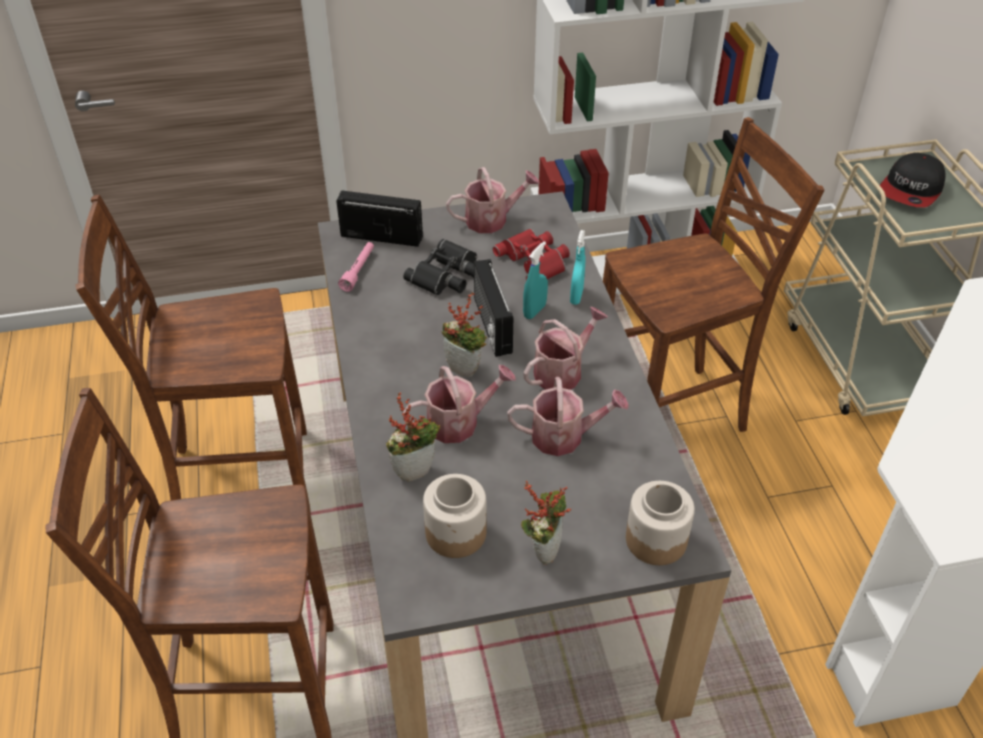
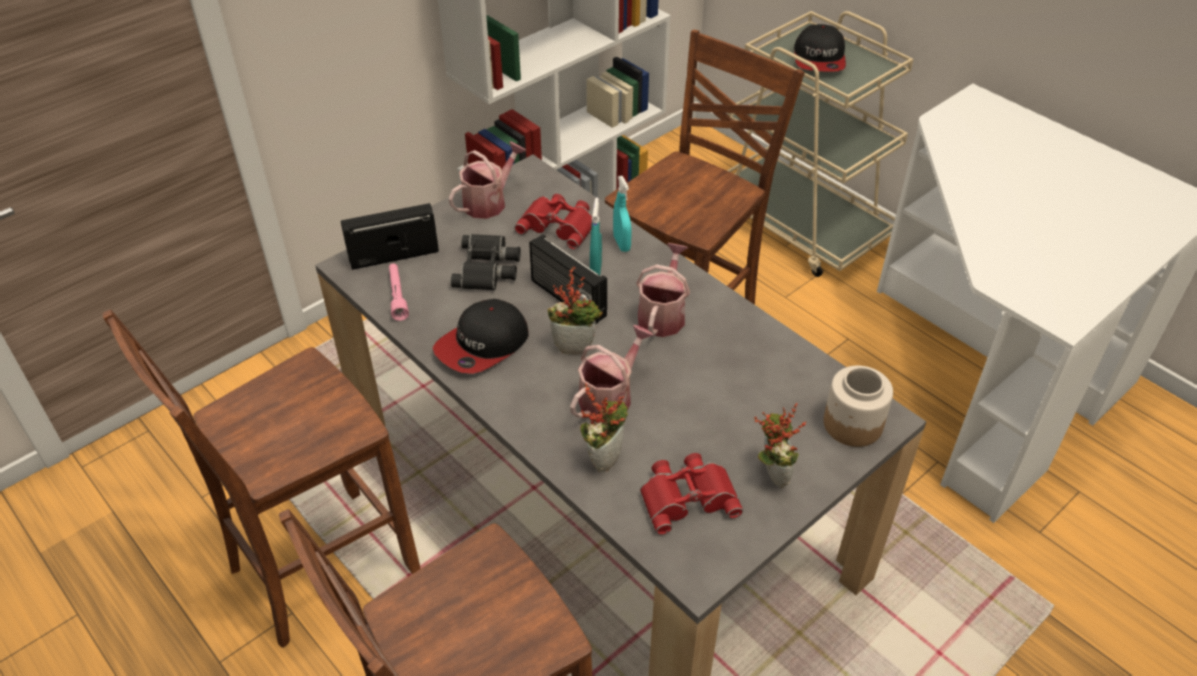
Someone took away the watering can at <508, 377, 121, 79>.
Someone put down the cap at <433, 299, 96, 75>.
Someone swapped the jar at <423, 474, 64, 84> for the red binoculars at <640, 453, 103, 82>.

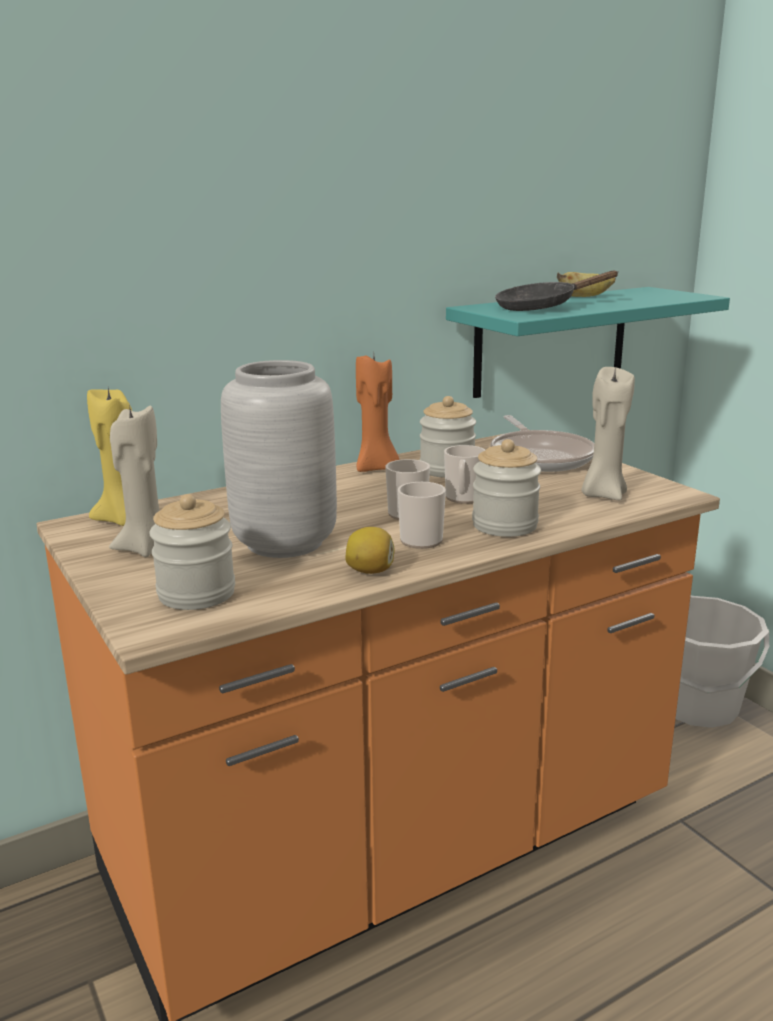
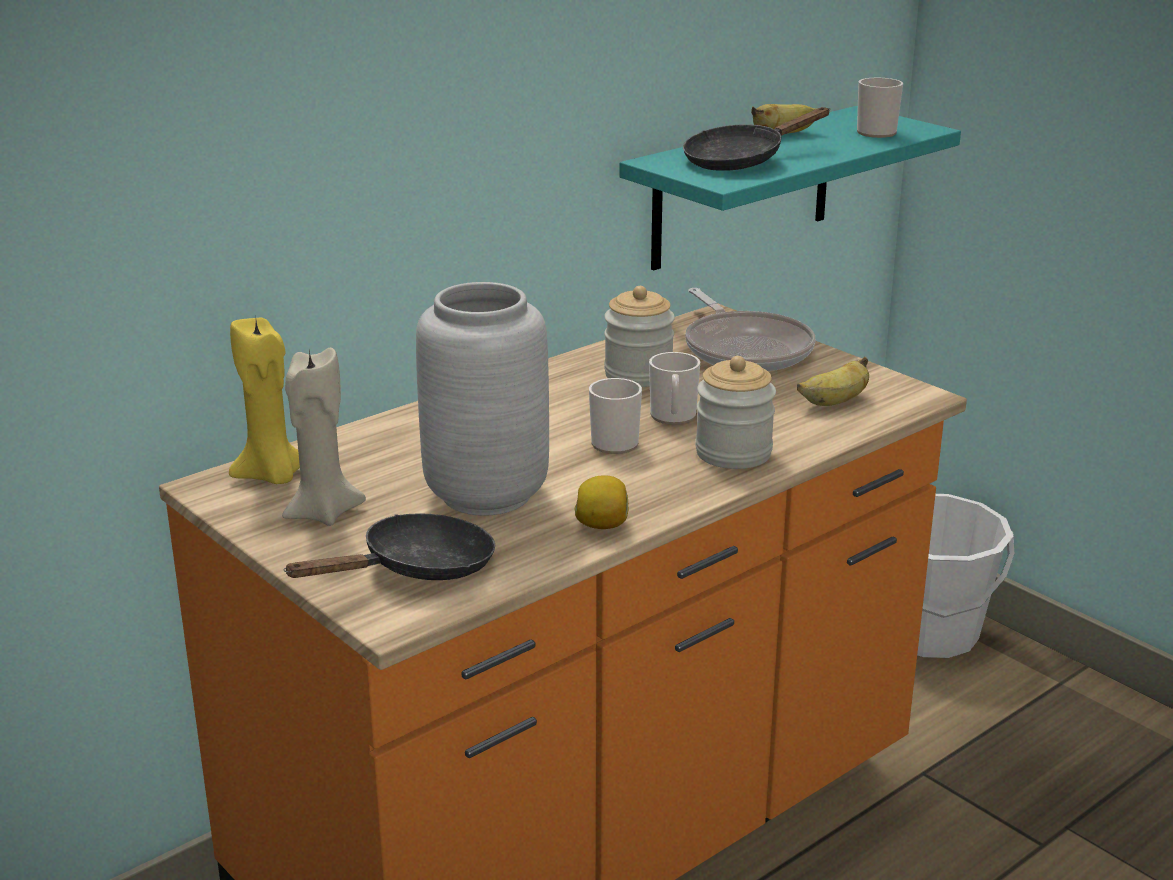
Someone took away the orange candle at <356, 355, 44, 117>.
Someone carried the mug from <398, 482, 48, 67> to <857, 78, 46, 60>.
Someone swapped the jar at <149, 494, 86, 116> for the black frying pan at <284, 513, 211, 67>.
Someone swapped the beige candle at <581, 367, 54, 133> for the banana at <797, 357, 72, 49>.

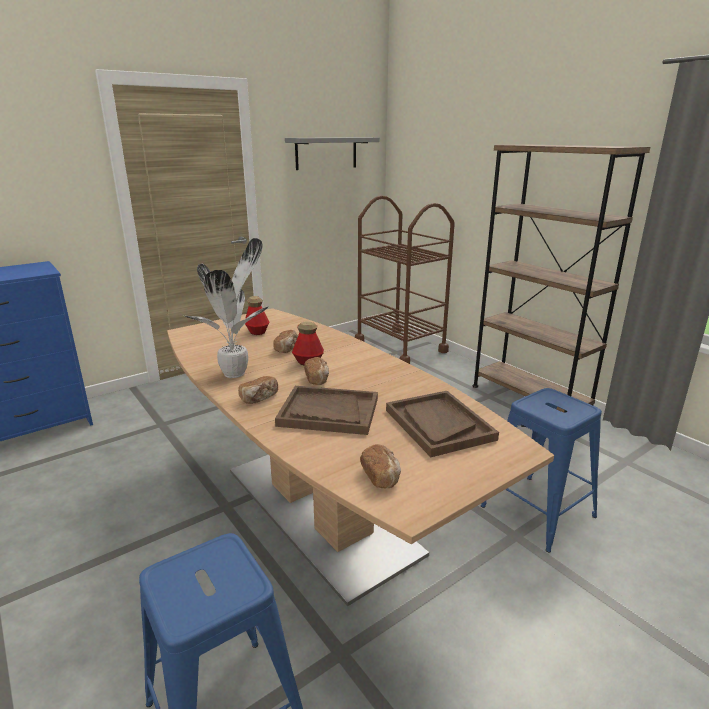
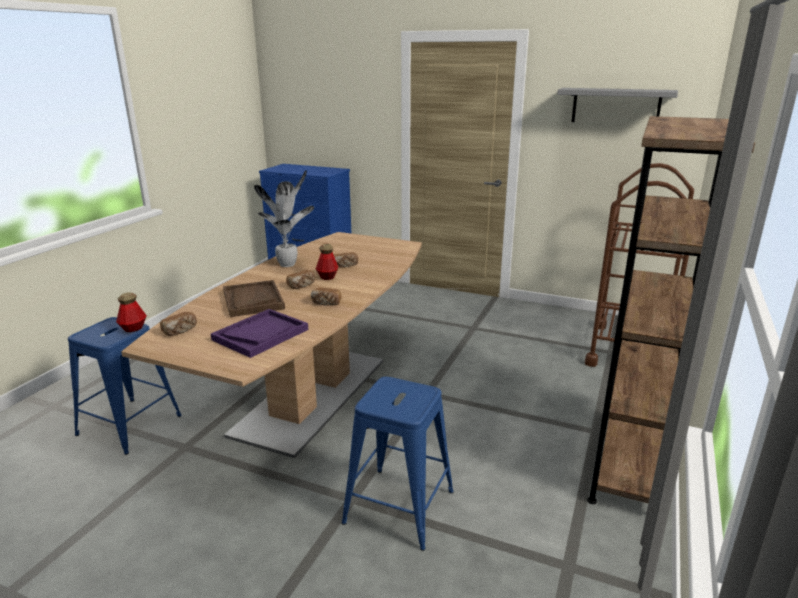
Someone carried the bread from <238, 376, 40, 28> to <311, 288, 31, 18>.
Someone carried the bottle from <245, 296, 24, 39> to <116, 292, 31, 40>.
Someone repainted the brown tray at <386, 391, 113, 66>, which became the purple tray at <211, 309, 97, 49>.

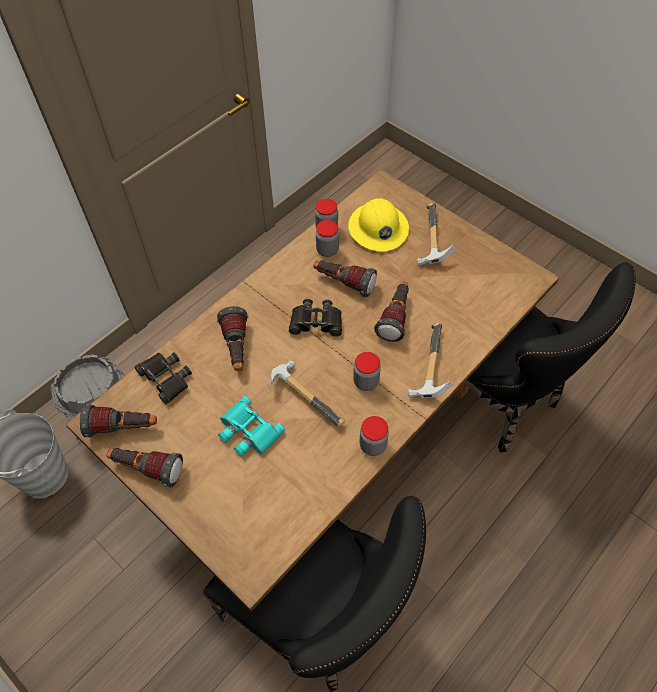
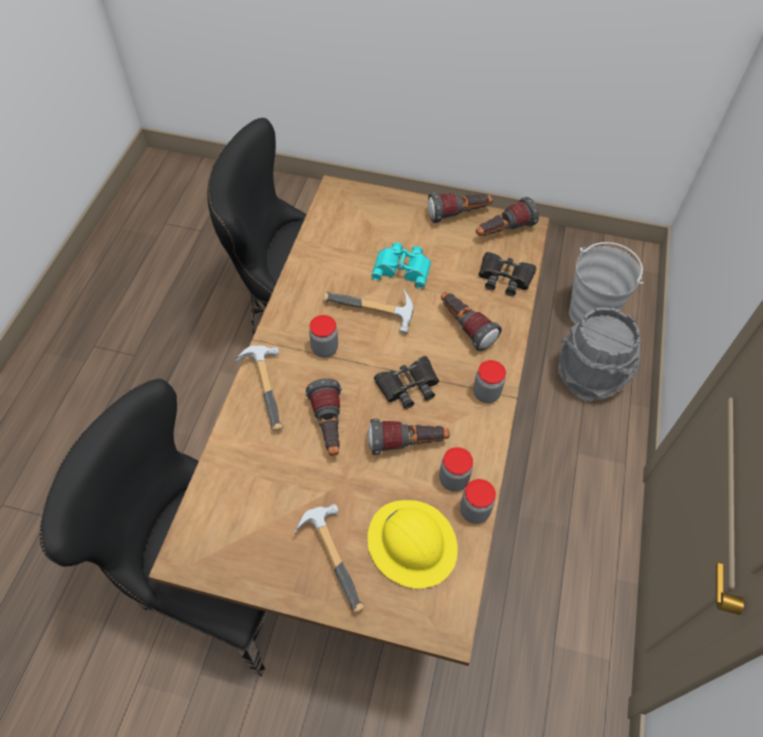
Someone carried the jar from <359, 416, 30, 40> to <473, 360, 33, 43>.

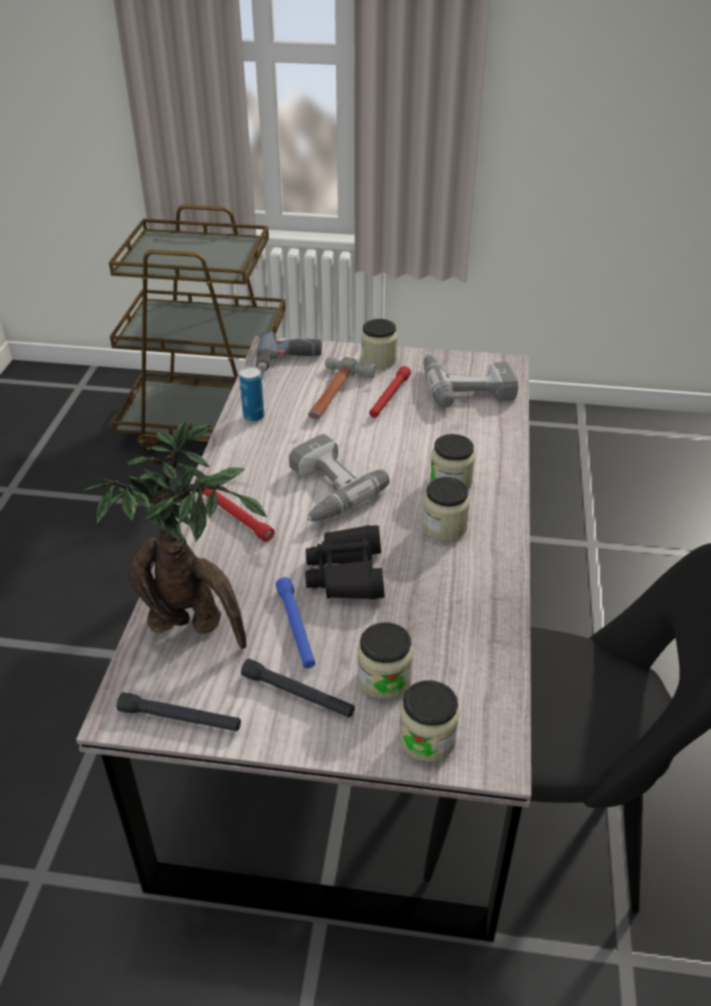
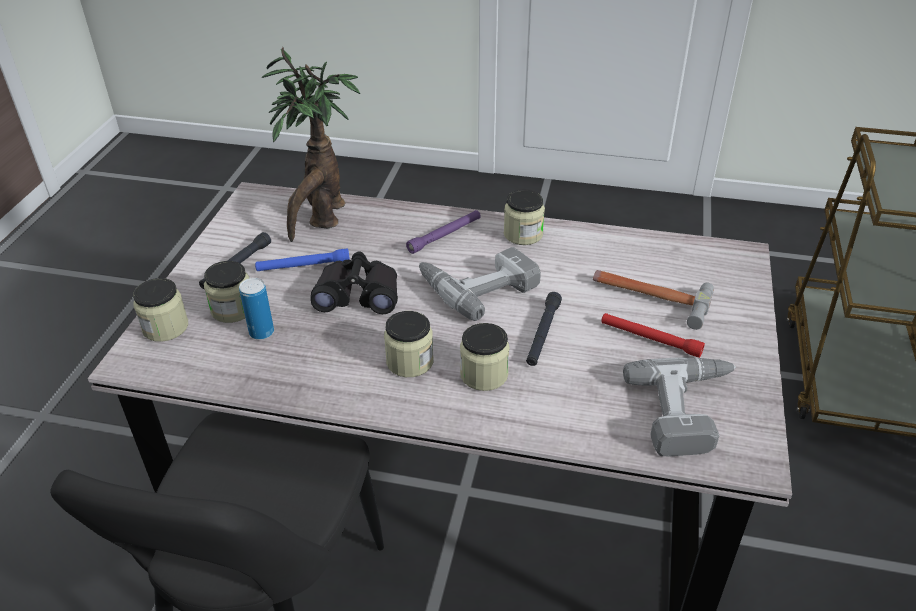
Someone took away the power drill at <256, 331, 66, 40>.
Someone carried the black flashlight from <117, 692, 124, 39> to <526, 292, 36, 74>.
Someone carried the can from <239, 366, 25, 56> to <239, 278, 35, 62>.
Someone carried the jar from <361, 319, 36, 50> to <504, 189, 41, 56>.
Someone repainted the red flashlight at <202, 489, 73, 53>, which became the purple flashlight at <406, 210, 75, 44>.

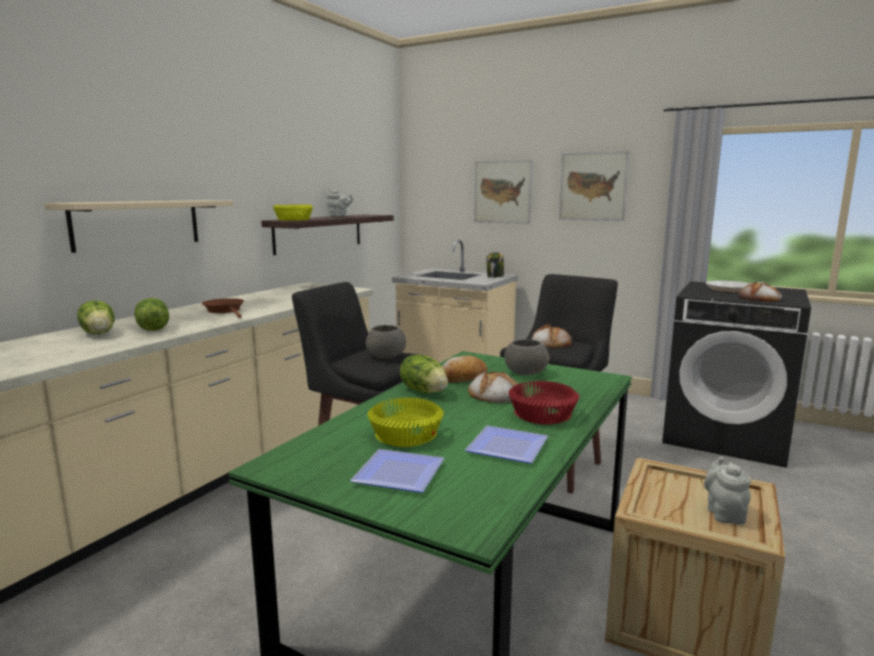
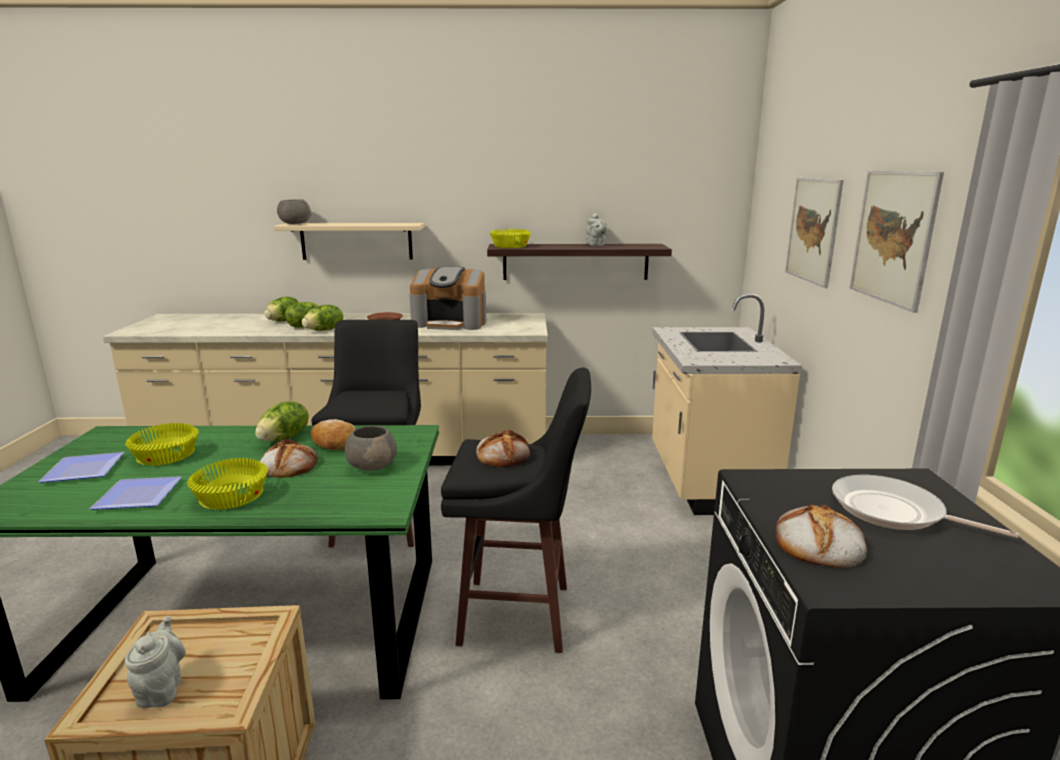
Someone took away the jar at <486, 252, 18, 26>.
Someone put down the lettuce at <302, 305, 41, 26>.
Someone put down the coffee machine at <409, 266, 77, 64>.
Someone carried the grey bowl from <366, 325, 40, 34> to <277, 199, 34, 25>.
Someone repainted the red bowl at <509, 381, 70, 43>, which became the yellow bowl at <187, 458, 81, 51>.
Someone rotated the grey teapot at <704, 456, 47, 68> by 75 degrees counterclockwise.

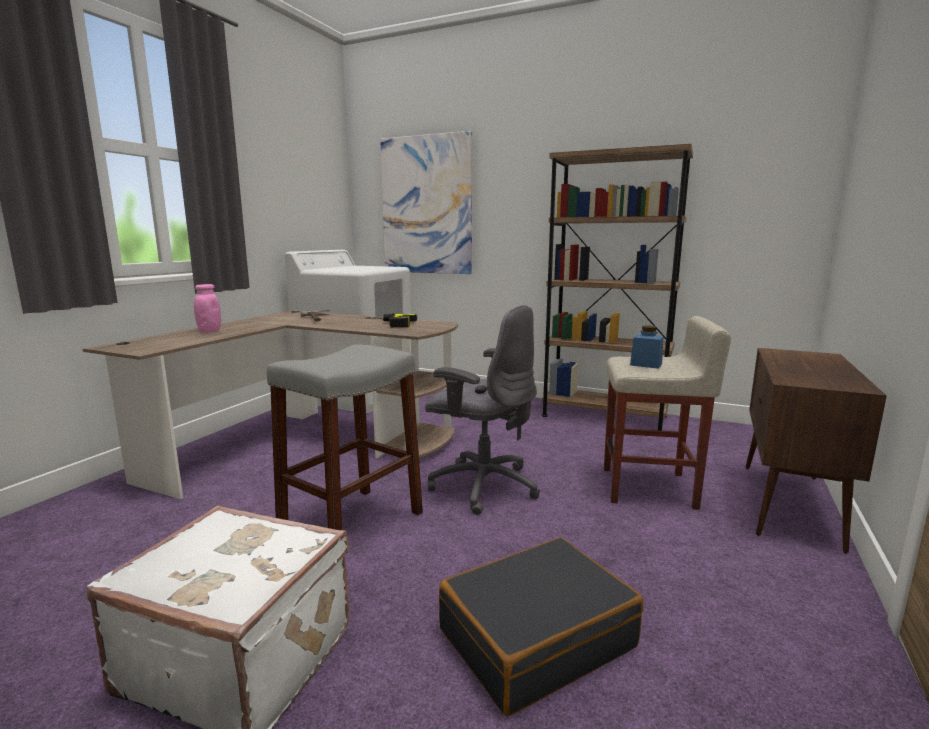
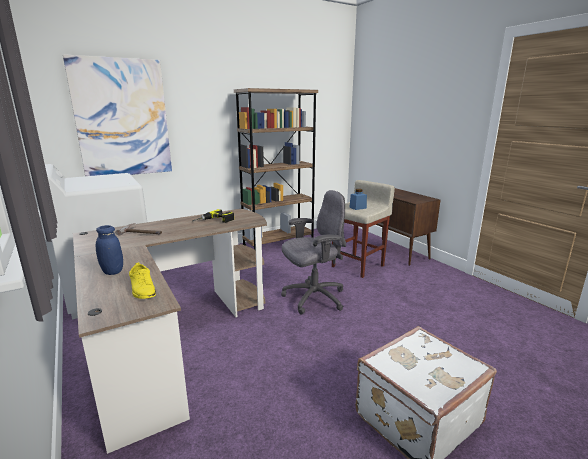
Someone took away the grey stool at <267, 344, 156, 186>.
Someone took away the black suitcase at <439, 537, 204, 179>.
Someone put down the yellow shoe at <129, 263, 27, 36>.
Someone repainted the pink jar at <194, 284, 27, 49>, which became the blue jar at <96, 225, 27, 50>.

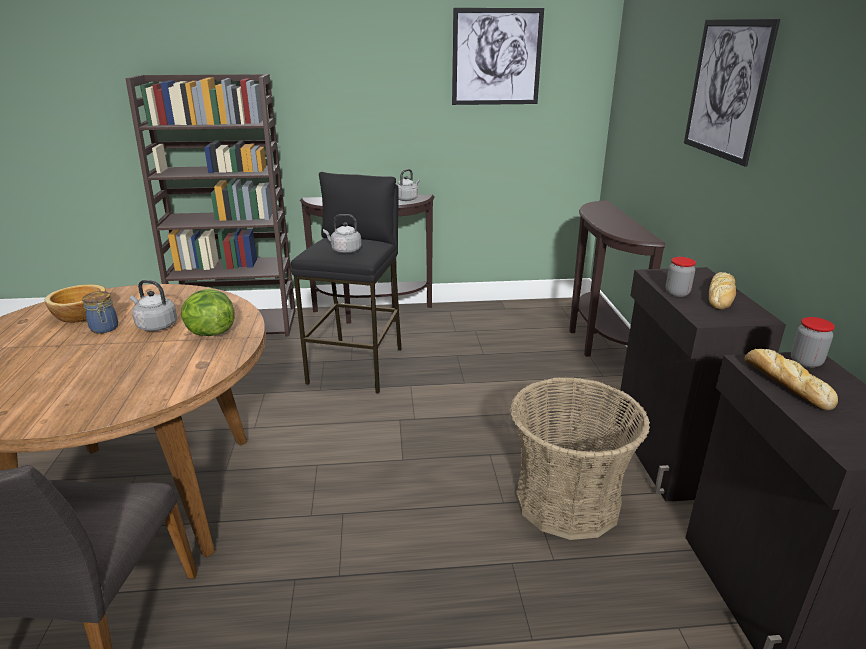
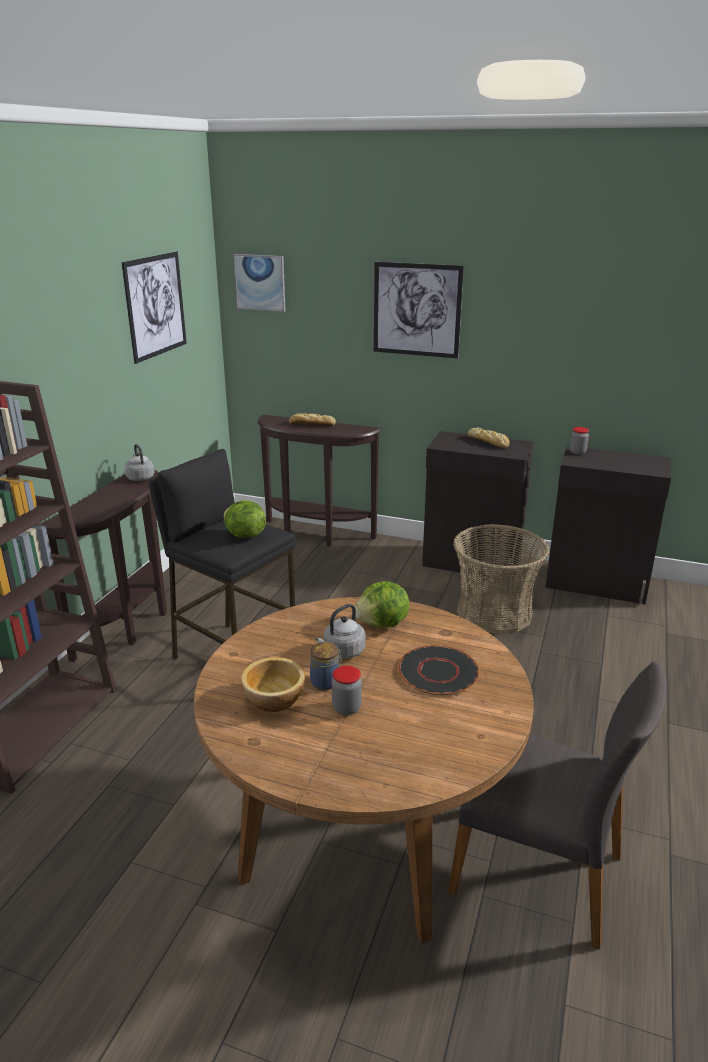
Someone put up the picture at <233, 254, 53, 58>.
Someone put down the black plate at <398, 645, 81, 50>.
Someone carried the jar from <666, 257, 30, 40> to <332, 666, 30, 49>.
Someone carried the bread from <745, 349, 93, 61> to <289, 413, 47, 13>.
Someone swapped the grey kettle at <323, 214, 38, 39> for the lettuce at <224, 500, 42, 38>.

